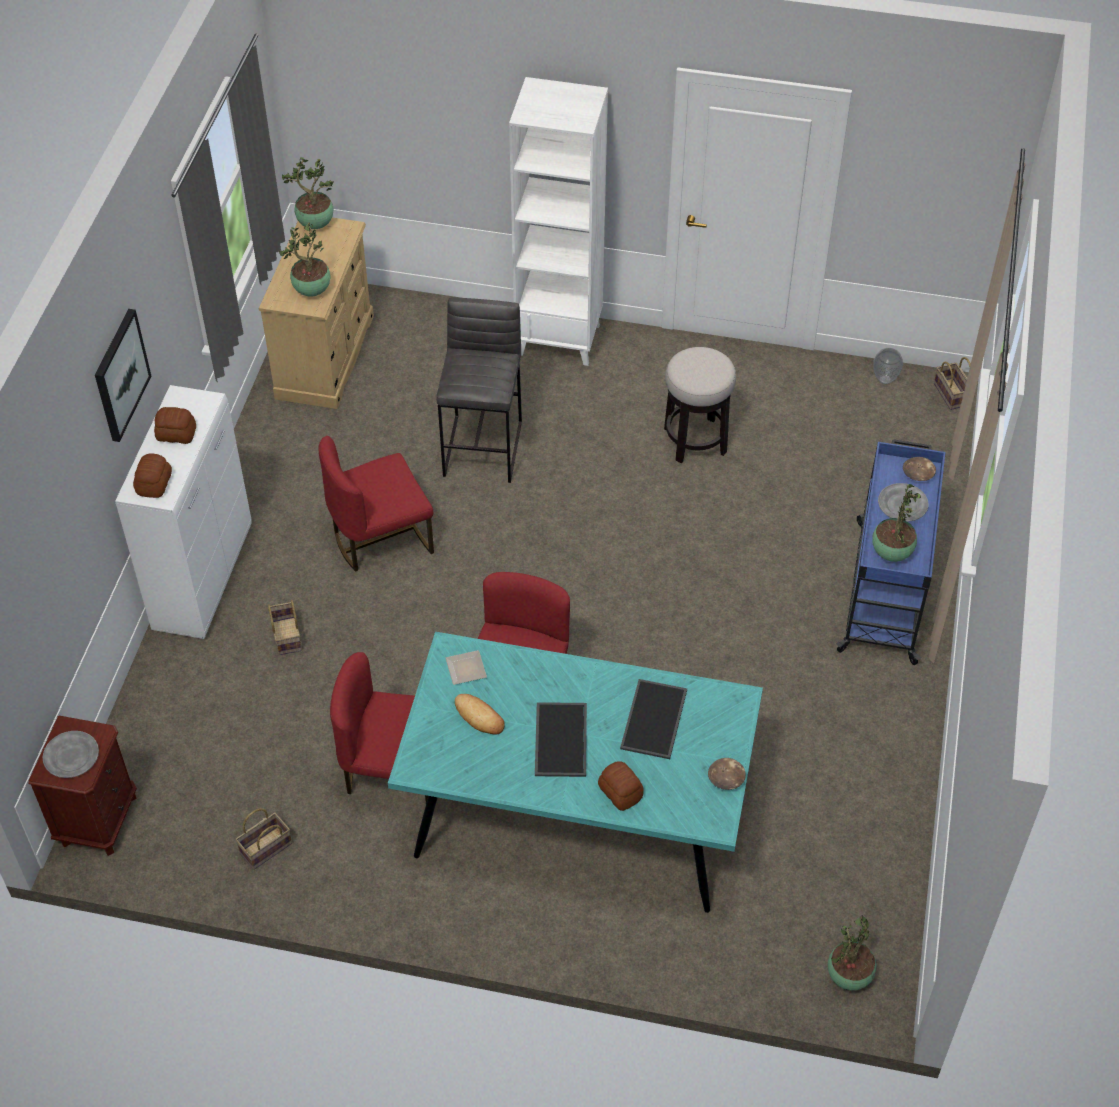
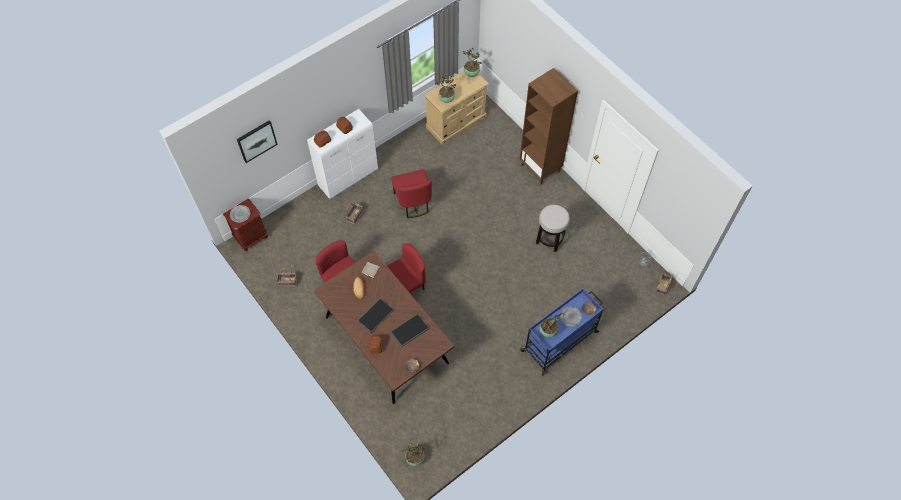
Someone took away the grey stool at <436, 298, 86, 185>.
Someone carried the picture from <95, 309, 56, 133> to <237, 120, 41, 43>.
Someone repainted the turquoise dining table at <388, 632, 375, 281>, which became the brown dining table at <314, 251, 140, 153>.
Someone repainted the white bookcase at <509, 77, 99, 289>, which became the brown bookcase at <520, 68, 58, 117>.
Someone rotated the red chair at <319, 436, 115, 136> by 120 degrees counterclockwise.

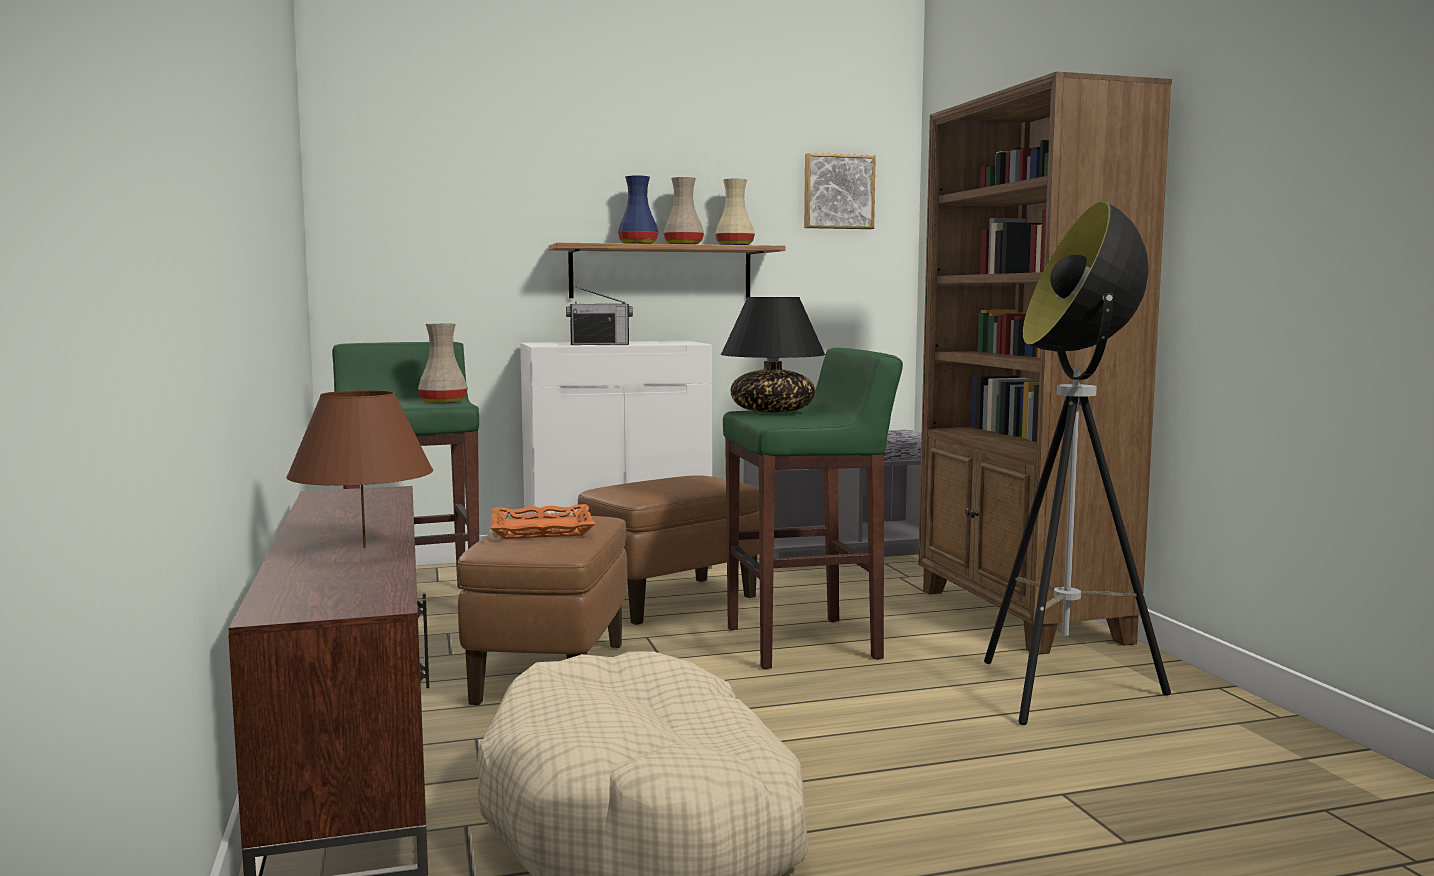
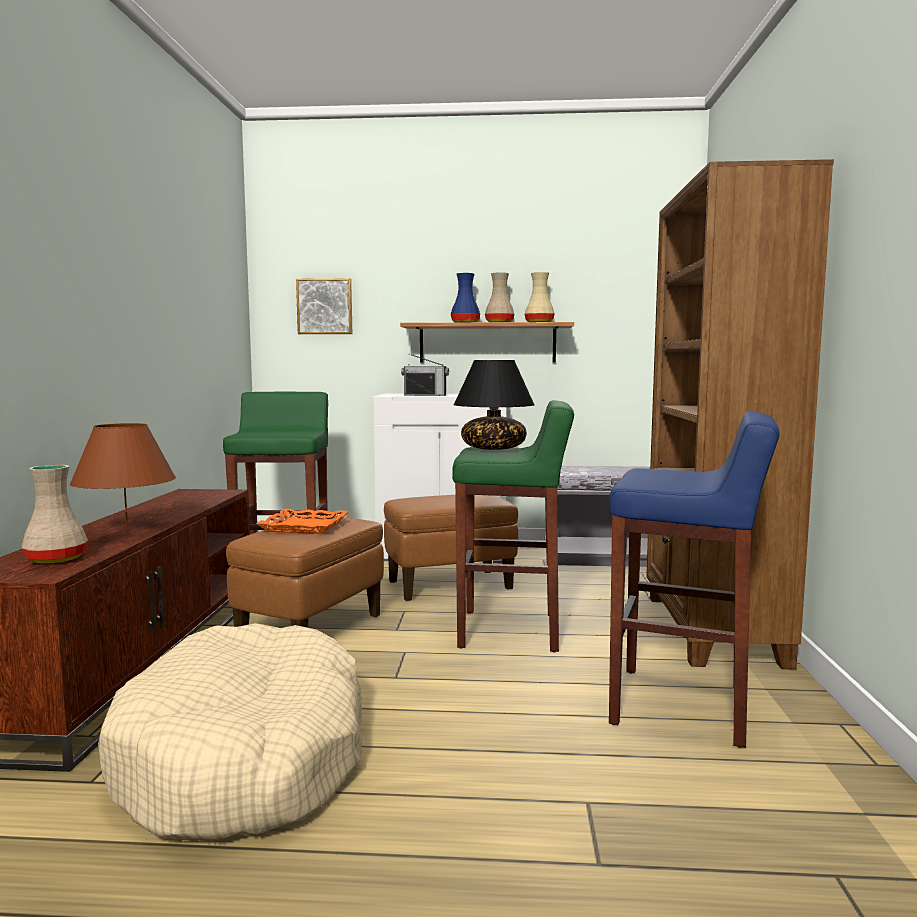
Someone carried the beige vase from <418, 323, 50, 81> to <22, 465, 66, 99>.
Someone carried the picture from <804, 153, 72, 76> to <296, 278, 56, 56>.
Someone swapped the floor lamp at <984, 200, 187, 525> for the blue stool at <609, 412, 171, 336>.

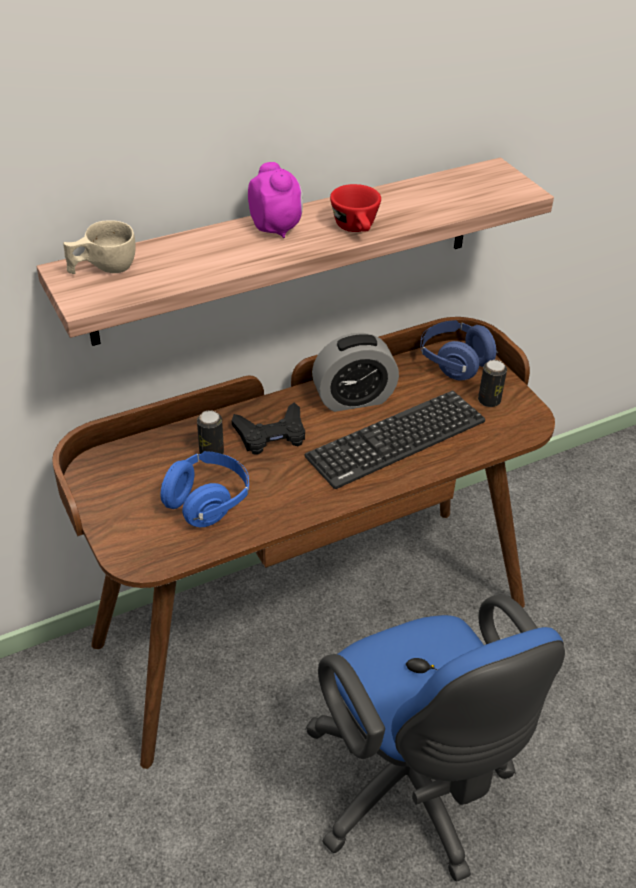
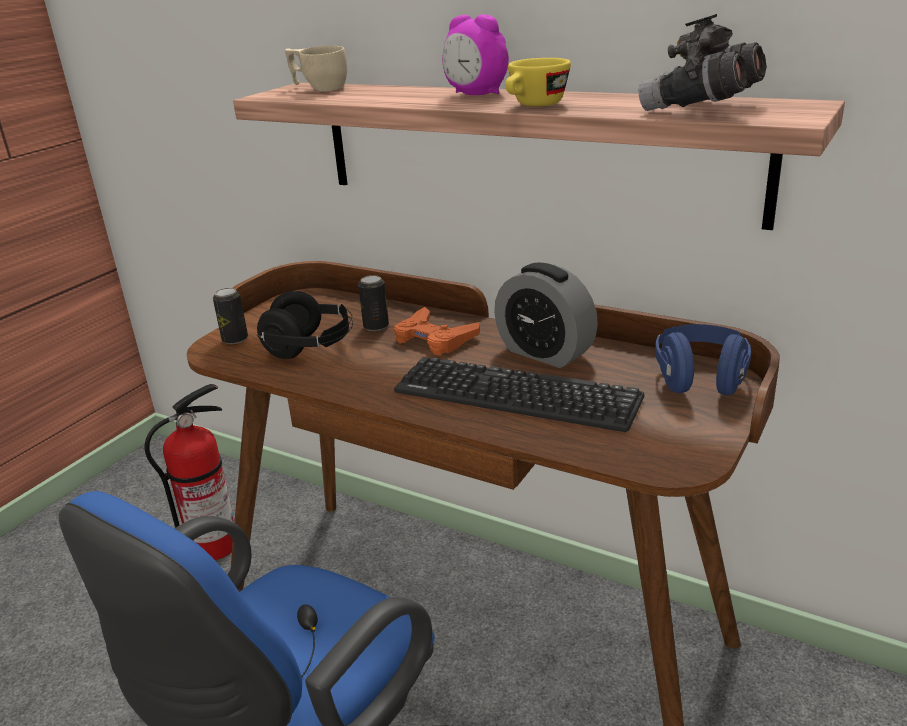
Someone put down the fire extinguisher at <144, 384, 91, 176>.
Someone put down the grey binoculars at <638, 14, 129, 97>.
Someone carried the can from <478, 360, 29, 47> to <213, 288, 35, 56>.
Someone repainted the blue headphones at <161, 451, 88, 76>, which became the black headphones at <257, 291, 96, 68>.
Someone repainted the black game controller at <232, 402, 73, 53>, which became the orange game controller at <394, 307, 86, 49>.
Someone repainted the red cup at <330, 184, 51, 48>, which became the yellow cup at <505, 58, 66, 48>.
Someone rotated the alarm clock at <248, 162, 55, 76> by 90 degrees clockwise.

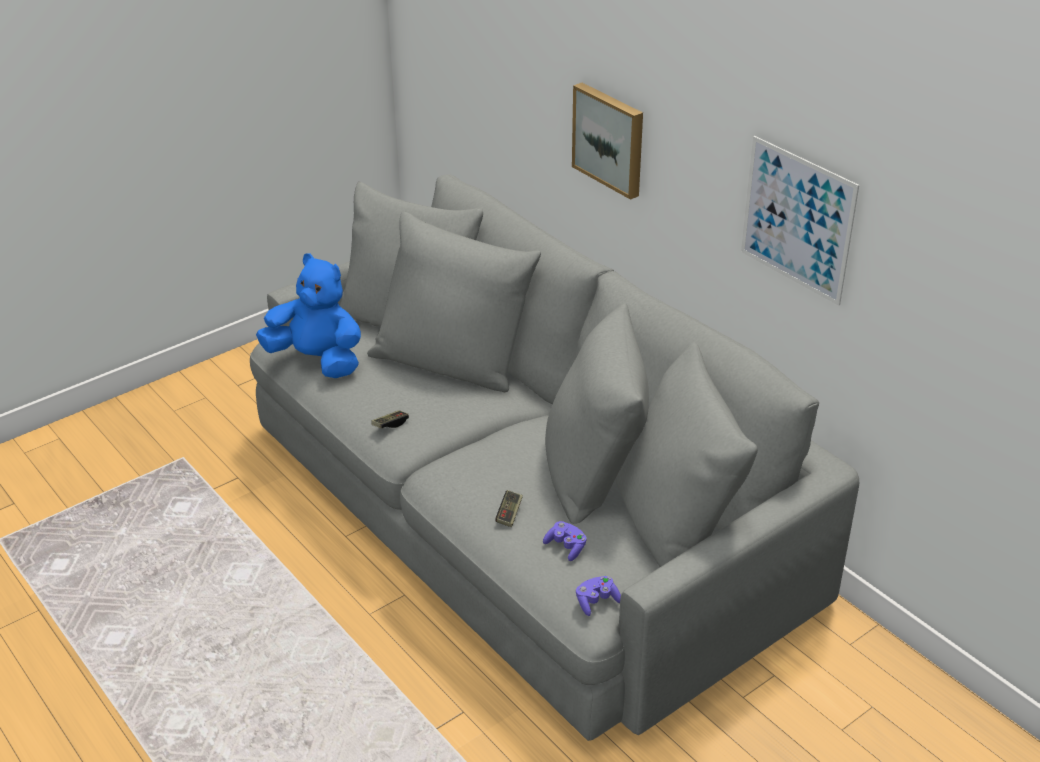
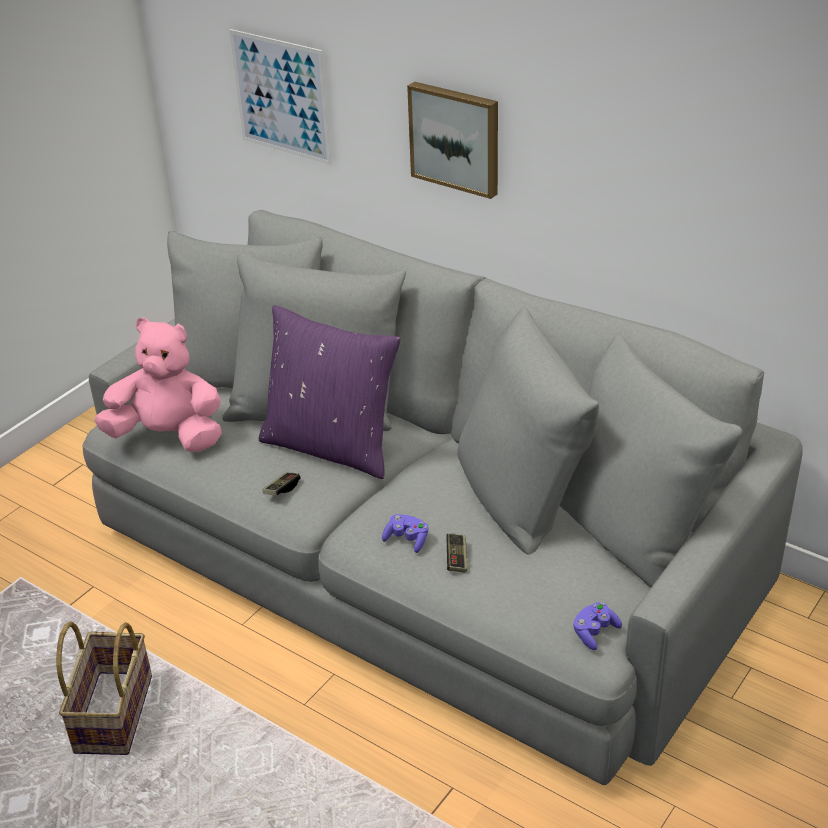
Someone put down the basket at <56, 621, 96, 134>.
Someone put down the purple pillow at <259, 305, 142, 174>.
Someone carried the purple game controller from <543, 521, 44, 40> to <382, 514, 47, 39>.
Someone carried the picture from <741, 136, 118, 170> to <229, 29, 103, 136>.
Someone repainted the blue plush toy at <256, 253, 105, 125>, which became the pink plush toy at <94, 317, 128, 135>.

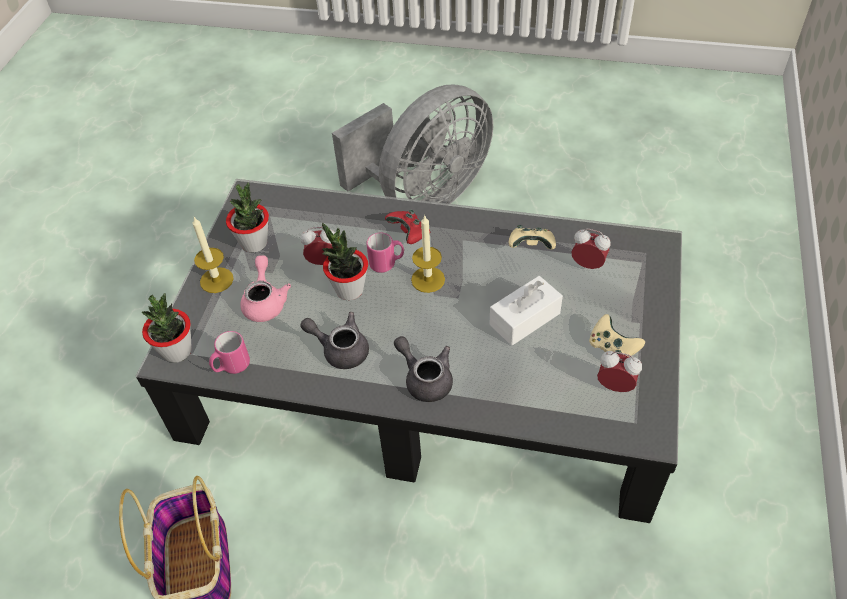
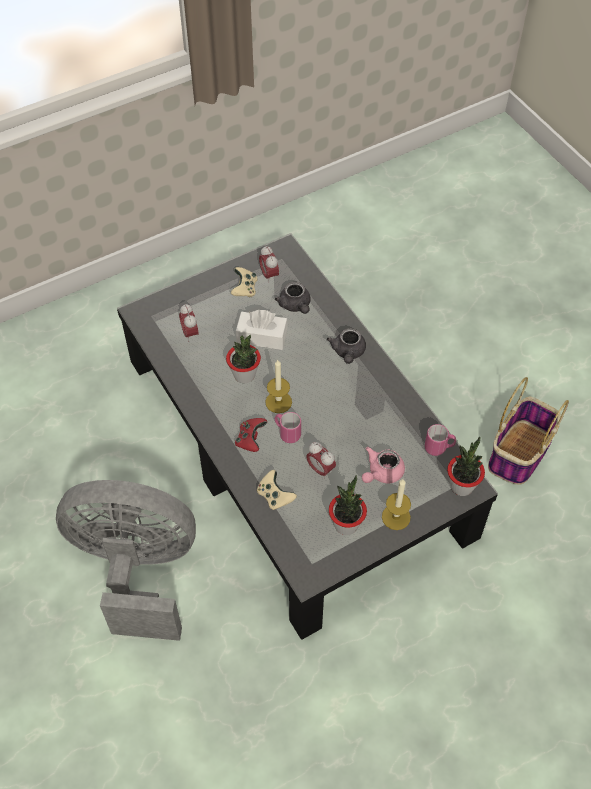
Someone carried the grey teapot from <300, 312, 69, 57> to <275, 282, 36, 32>.
Someone carried the potted plant from <322, 223, 46, 77> to <226, 335, 35, 48>.
Someone carried the beige game controller from <508, 225, 48, 25> to <257, 470, 40, 40>.

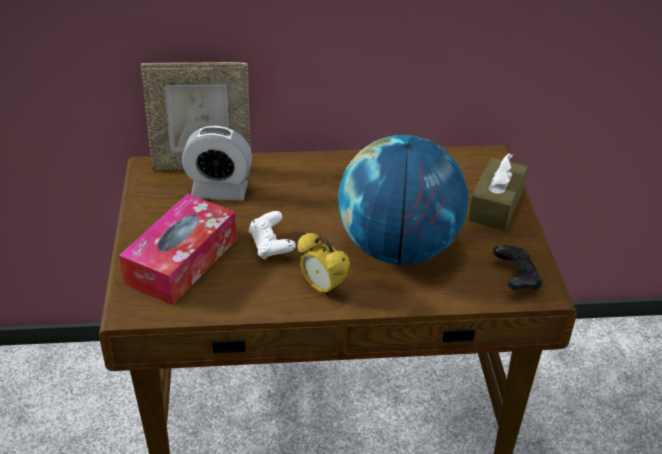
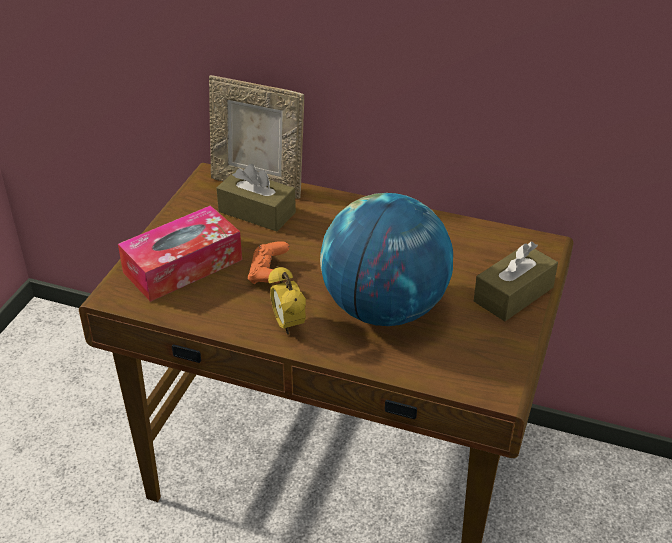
Someone took away the black game controller at <493, 245, 50, 45>.
Someone swapped the alarm clock at <182, 126, 70, 75> for the brown tissue box at <216, 164, 80, 67>.
Someone repainted the white game controller at <249, 211, 47, 49>, which became the orange game controller at <248, 241, 41, 43>.

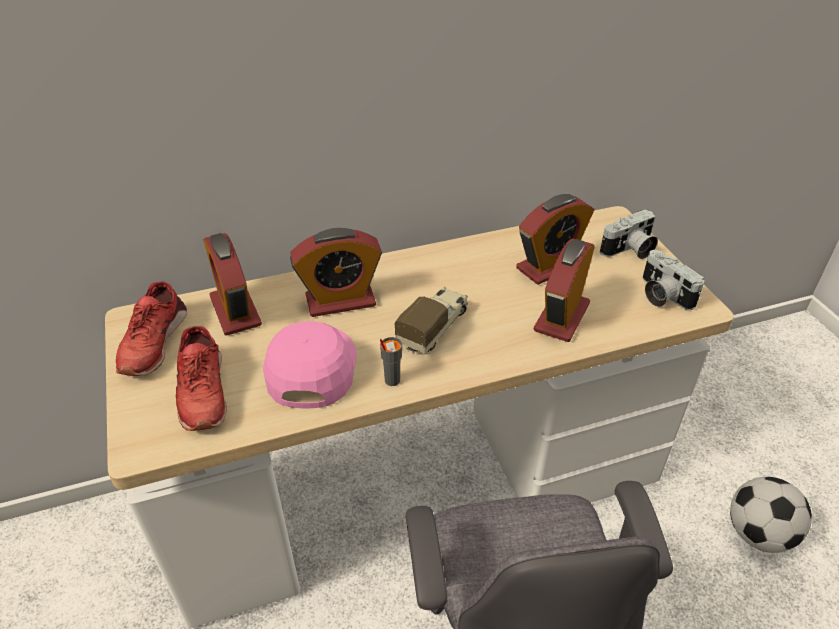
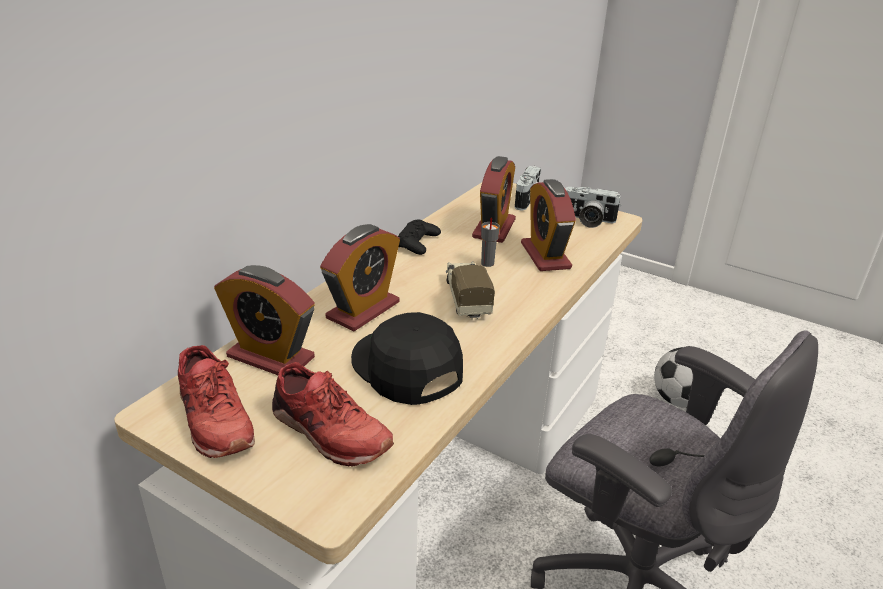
Someone put down the black game controller at <398, 219, 43, 36>.
Someone carried the grey cup from <380, 337, 22, 49> to <481, 218, 19, 49>.
Someone repainted the pink cap at <263, 321, 94, 87>, which became the black cap at <351, 312, 112, 93>.

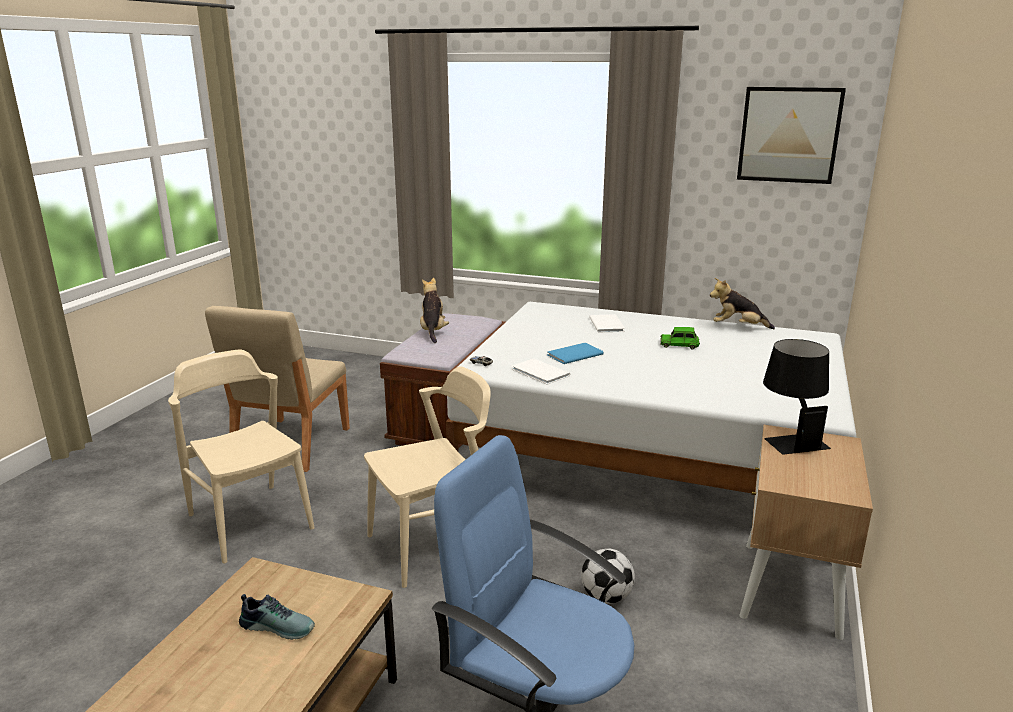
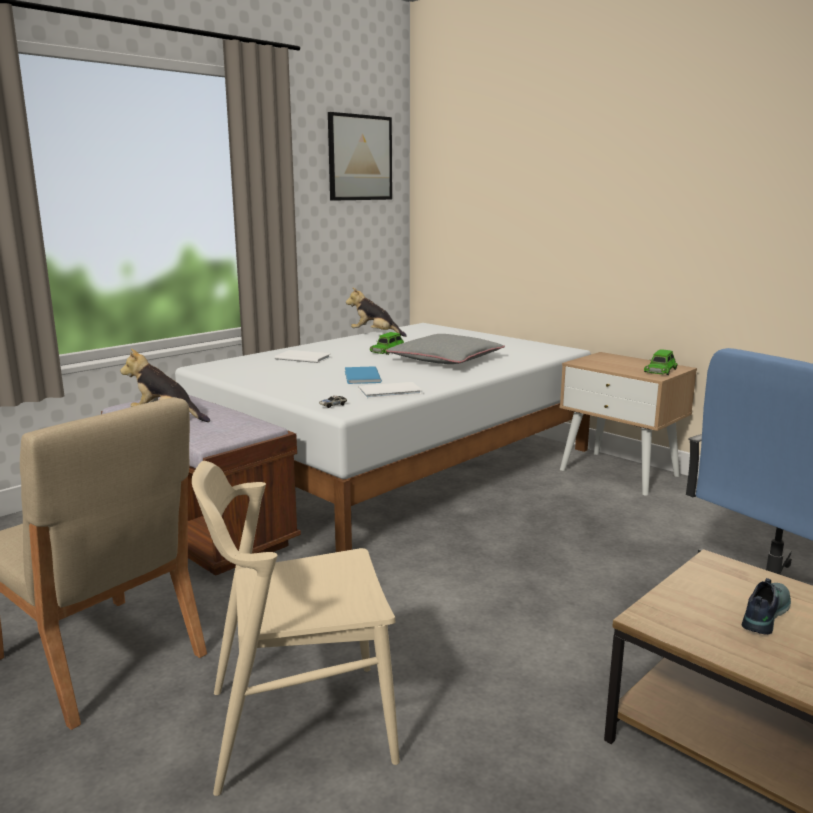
Someone took away the beige chair at <364, 366, 127, 222>.
Someone took away the football at <581, 548, 54, 56>.
Someone took away the black table lamp at <763, 339, 68, 116>.
Someone put down the grey pillow at <386, 334, 119, 30>.
Someone put down the green toy car at <644, 349, 33, 26>.
Someone rotated the plush toy at <710, 278, 65, 51> by 75 degrees clockwise.

